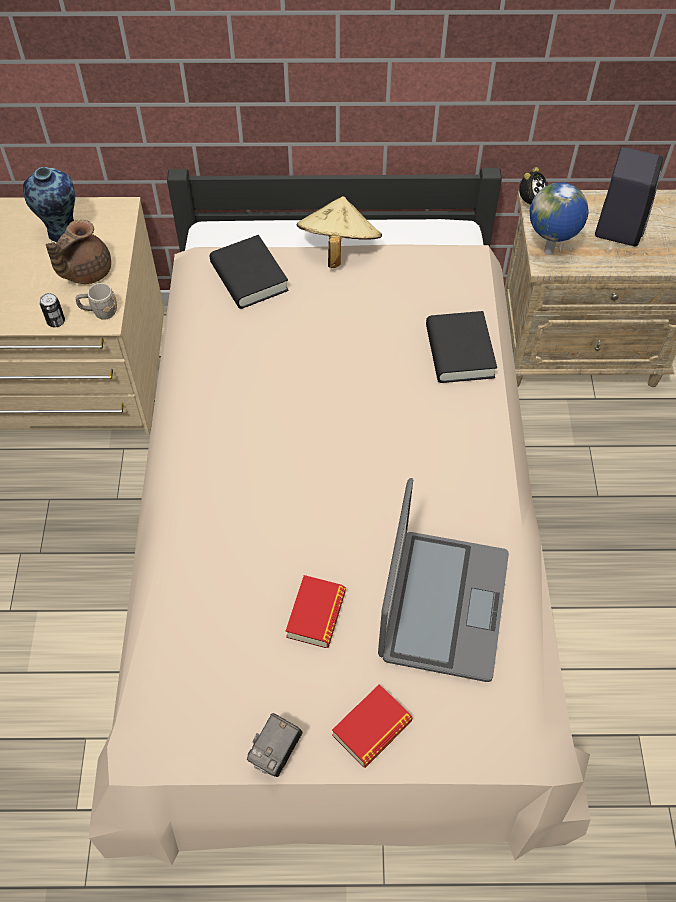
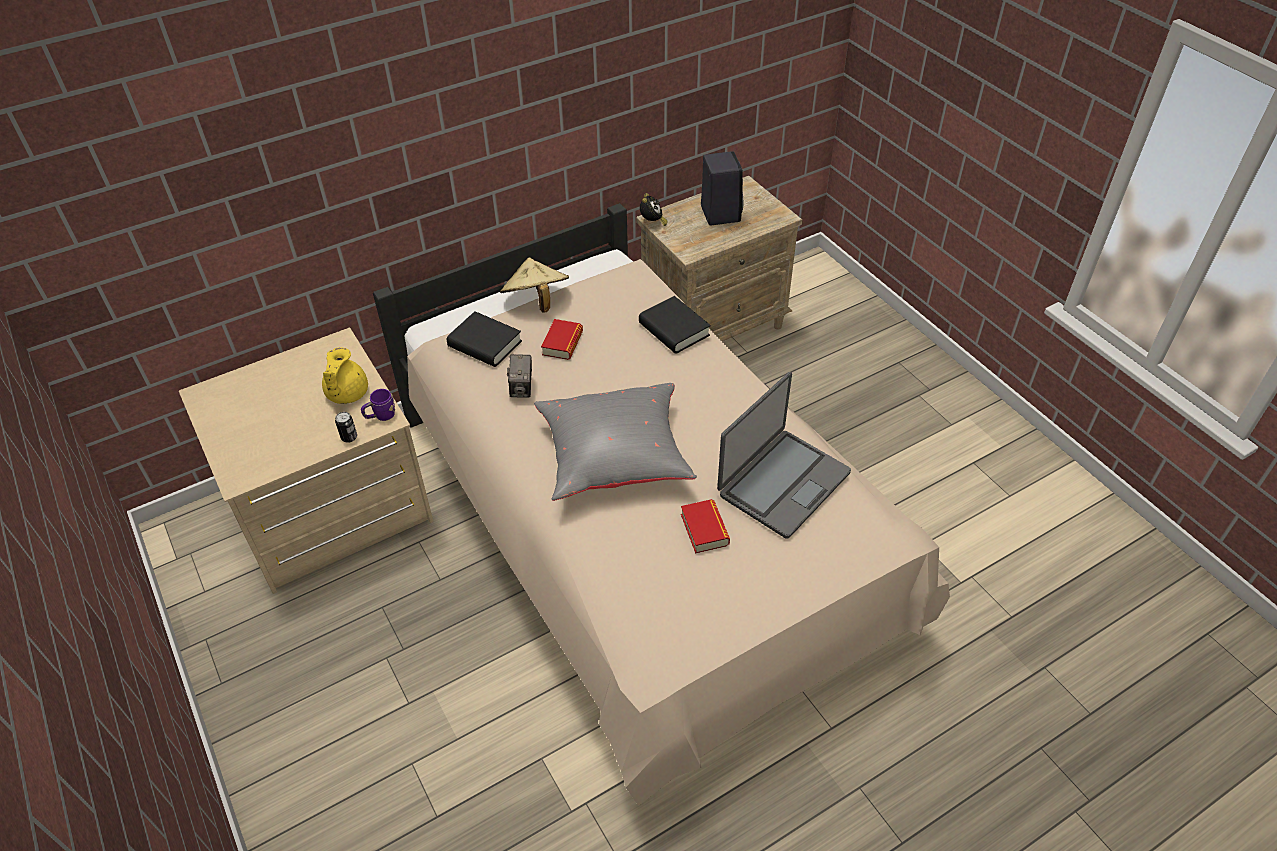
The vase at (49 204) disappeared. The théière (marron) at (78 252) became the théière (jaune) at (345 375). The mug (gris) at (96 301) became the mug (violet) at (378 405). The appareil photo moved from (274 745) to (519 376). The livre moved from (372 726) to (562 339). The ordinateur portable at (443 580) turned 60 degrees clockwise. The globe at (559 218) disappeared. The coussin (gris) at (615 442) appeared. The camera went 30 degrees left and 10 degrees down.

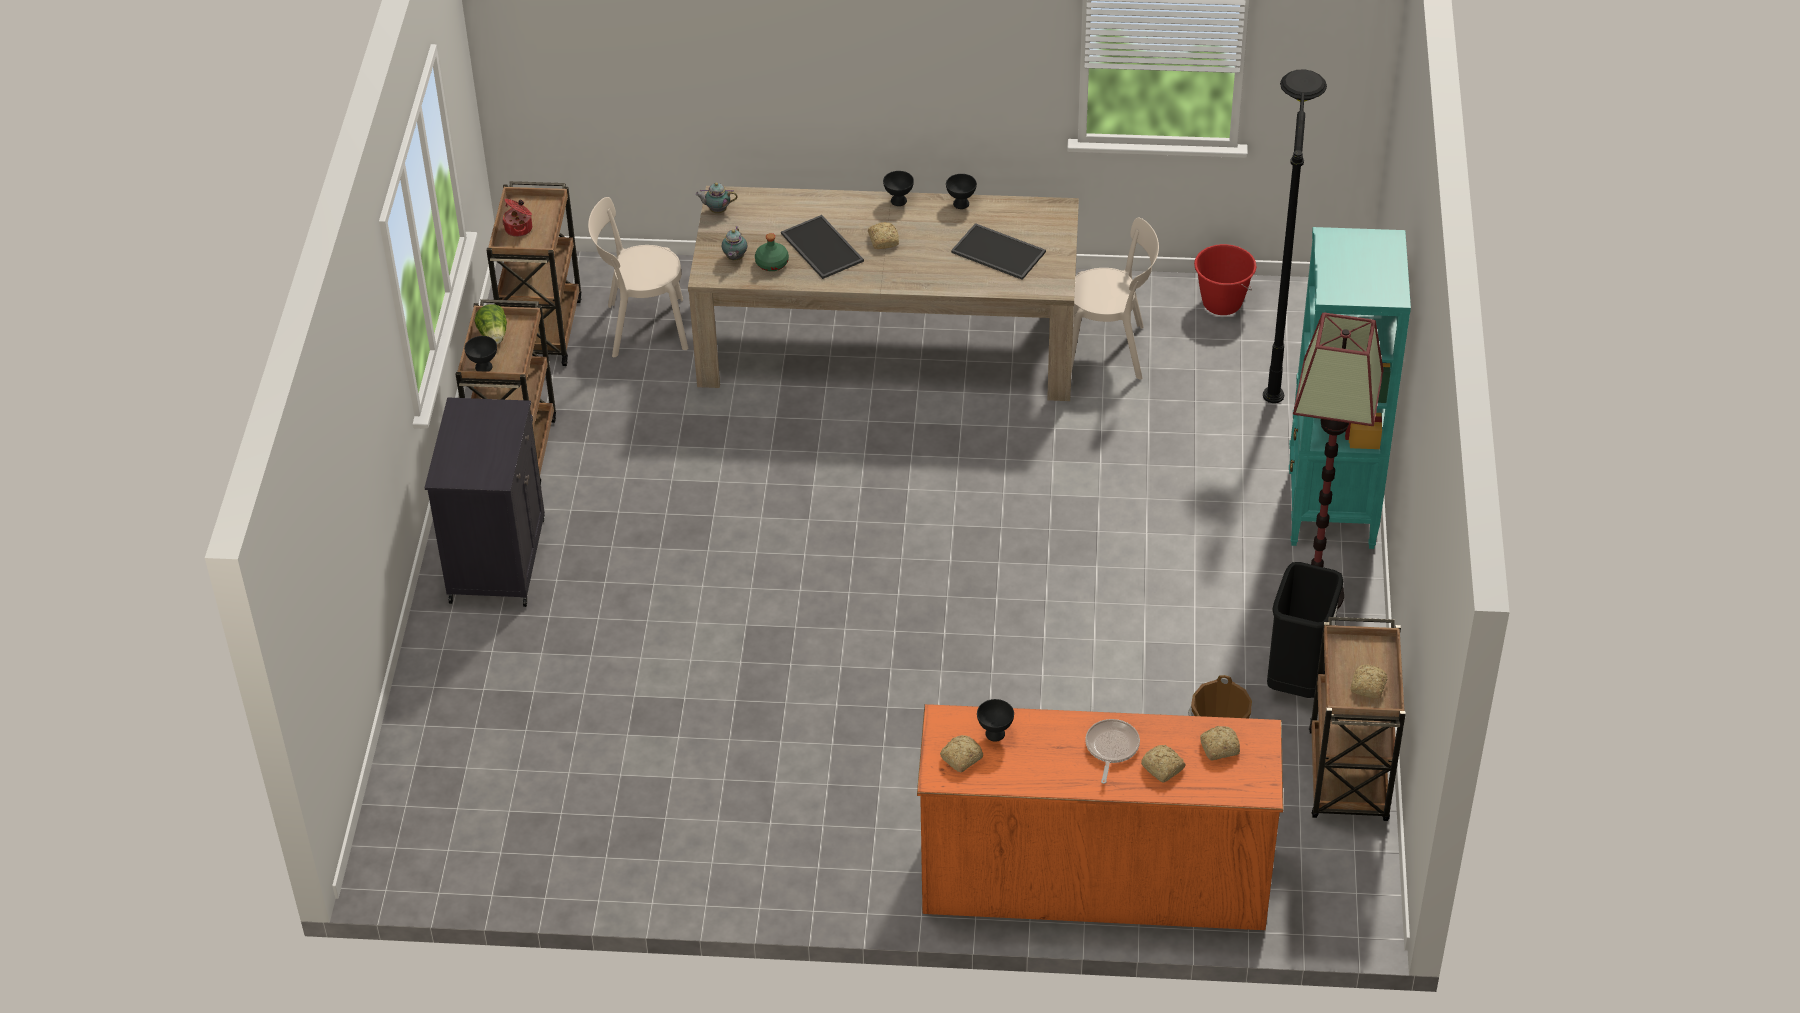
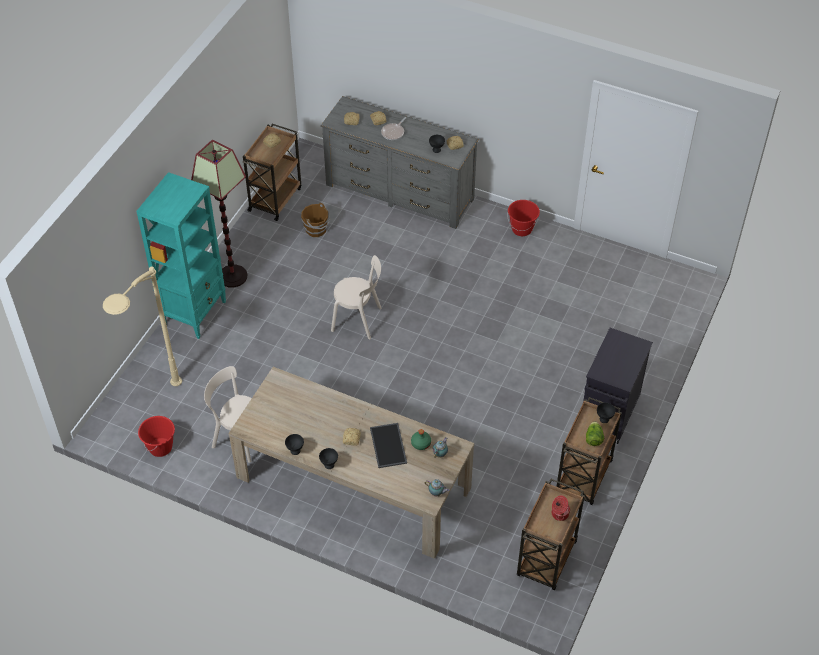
The chaise (beige) moved from (638 277) to (356 297). The commode (orange) at (1100 817) became the commode (gris) at (400 162). The plateau at (998 251) disappeared. The lampadaire (noir) at (1295 236) became the lampadaire (beige) at (142 326). The poubelle (noir) at (1305 630) disappeared. The seau (rouge) at (524 218) appeared. The camera went 160 degrees left and 5 degrees up.

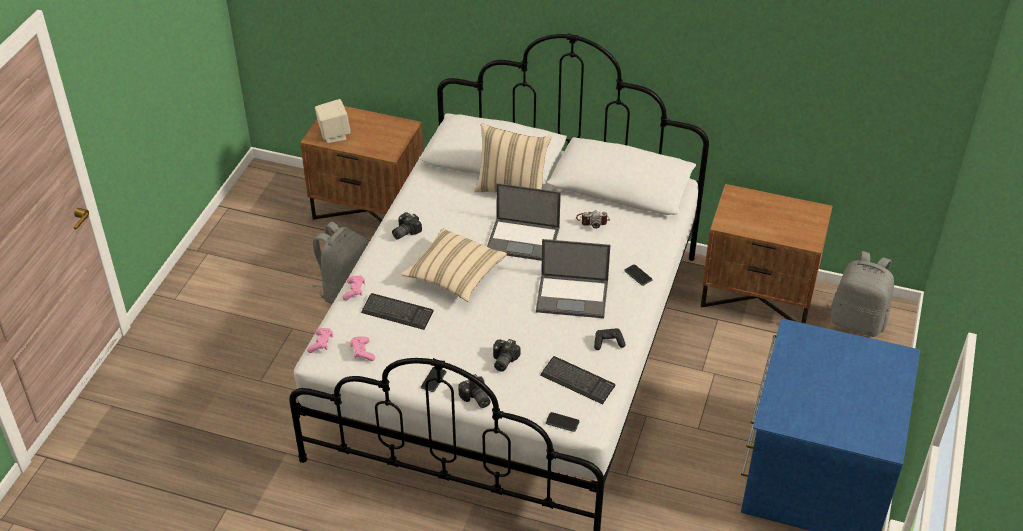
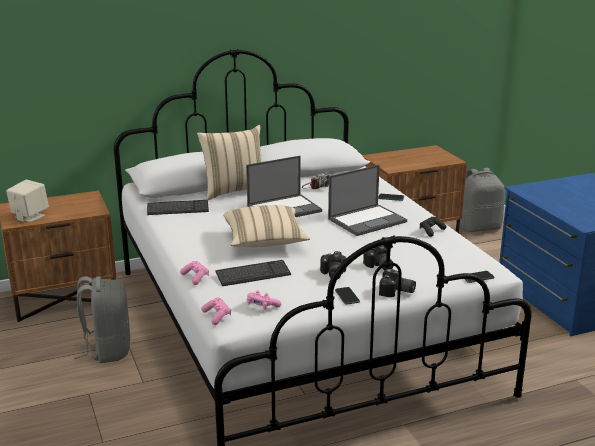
The appareil photo moved from (407 225) to (333 265). The clavier moved from (577 380) to (178 207). The camera went 40 degrees left and 20 degrees down.

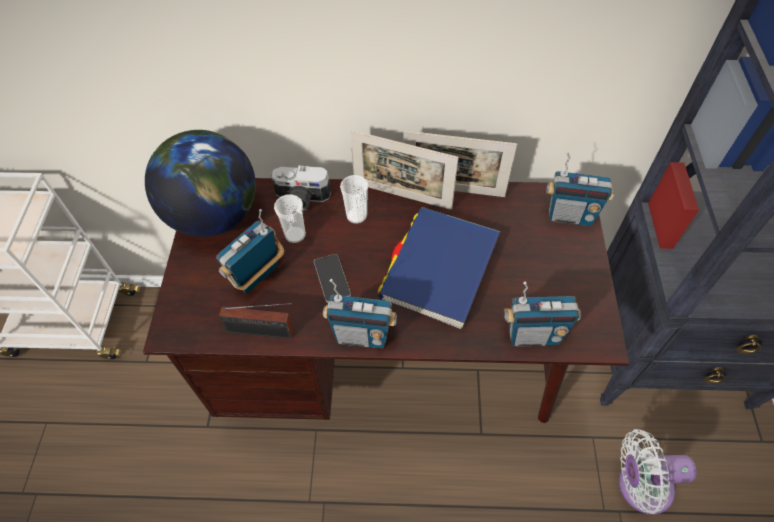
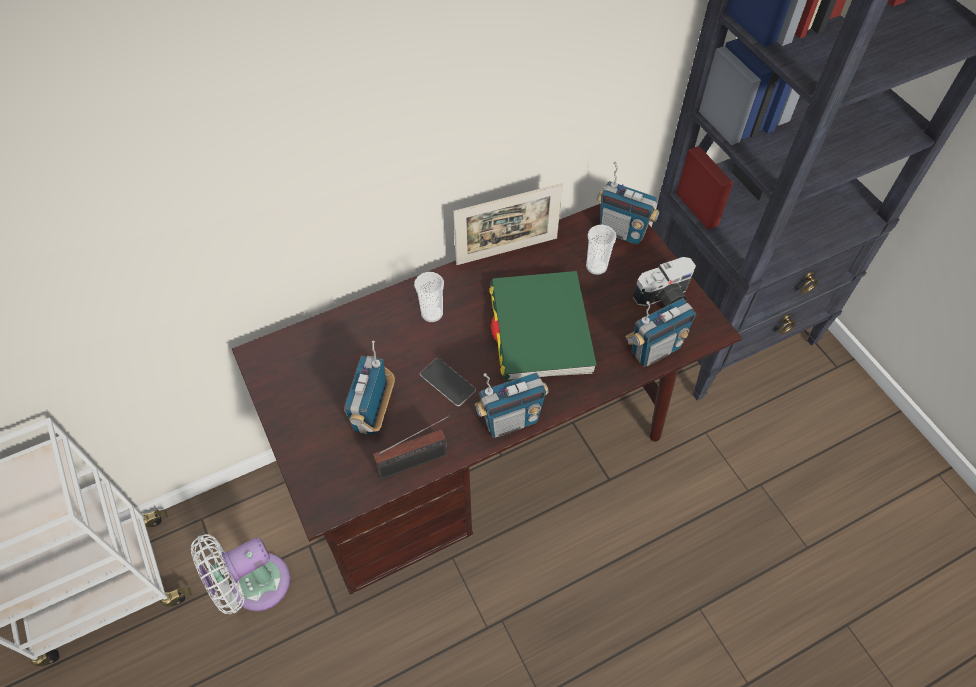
The globe at (200 183) disappeared. The appareil photo moved from (301 188) to (664 282). The tasse moved from (290 218) to (601 250). The cadre photo at (404 170) disappeared. The livre (bleu) at (439 268) became the livre (vert) at (543 326). The radio at (580 189) turned 45 degrees clockwise. The ventilateur (blanc) moved from (658 472) to (240 574). The camera went 30 degrees left and 0 degrees up.

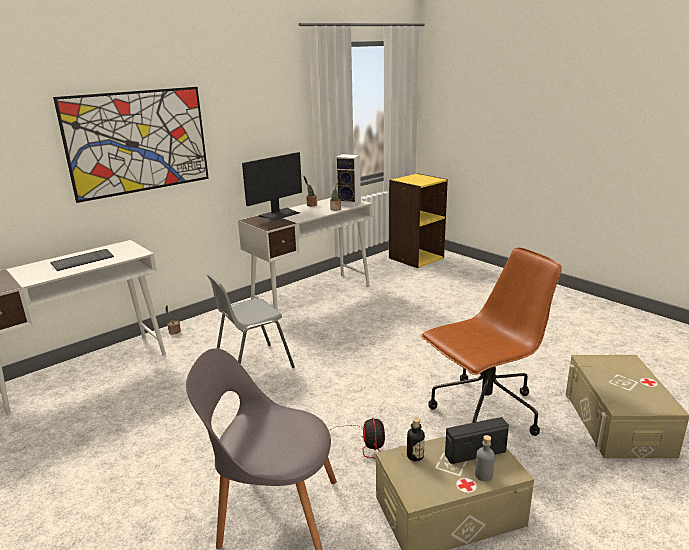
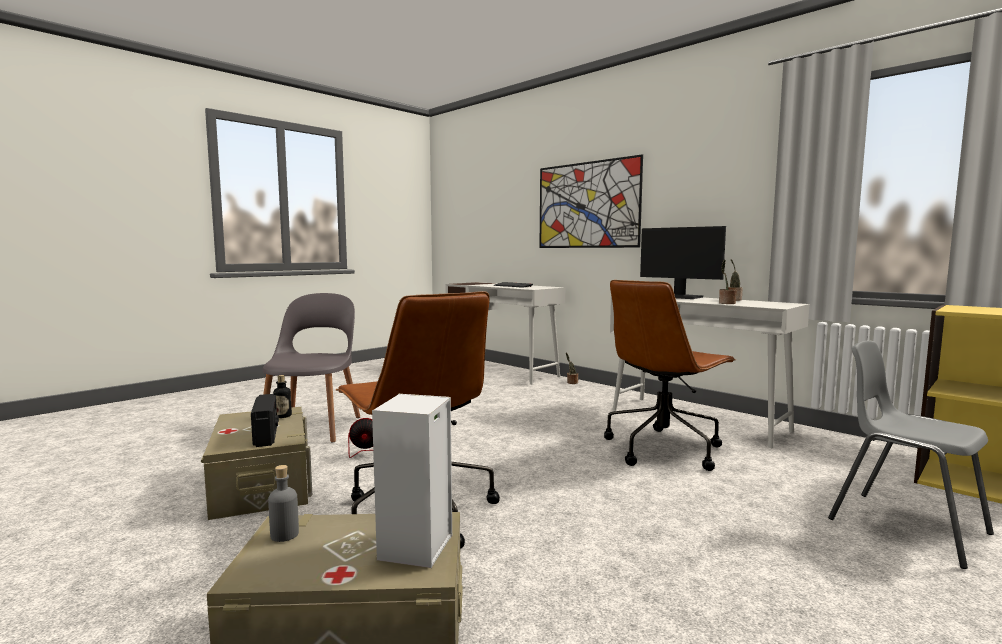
The chaise (gris) moved from (251 321) to (911 454). The enceinte moved from (348 180) to (412 481). The bouteille (gris) moved from (485 458) to (283 503). The chaise de bureau (marron) at (670 375) appeared. The camera went 85 degrees right and 15 degrees down.

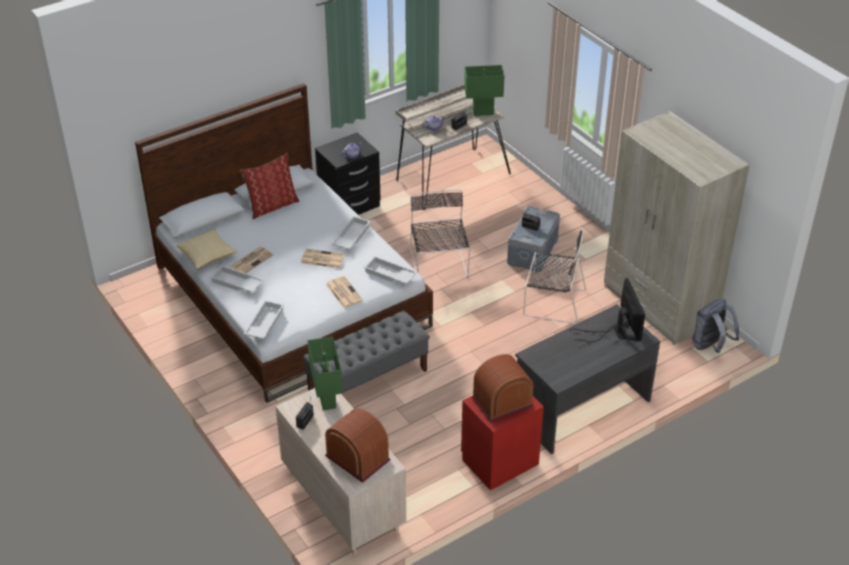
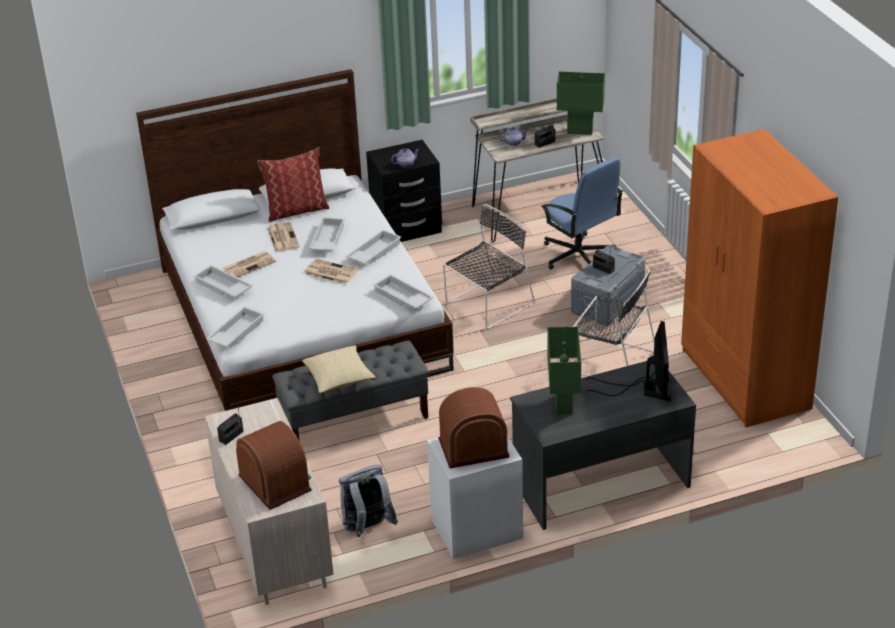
The coussin moved from (207 249) to (339 369). The lampe de table (vert) moved from (325 373) to (564 370). The journal moved from (344 292) to (283 236). The chaise (noir) at (440 233) turned 45 degrees clockwise. The table de chevet (rouge) at (502 442) became the table de chevet (blanc) at (475 497). The armoire (beige) at (676 228) became the armoire (orange) at (759 278). The sac à dos (gris) moved from (715 326) to (368 500). The plateau (blanc) at (327 234) appeared. The chaise de bureau (bleu) at (582 213) appeared. The camera went 15 degrees right and 5 degrees down.

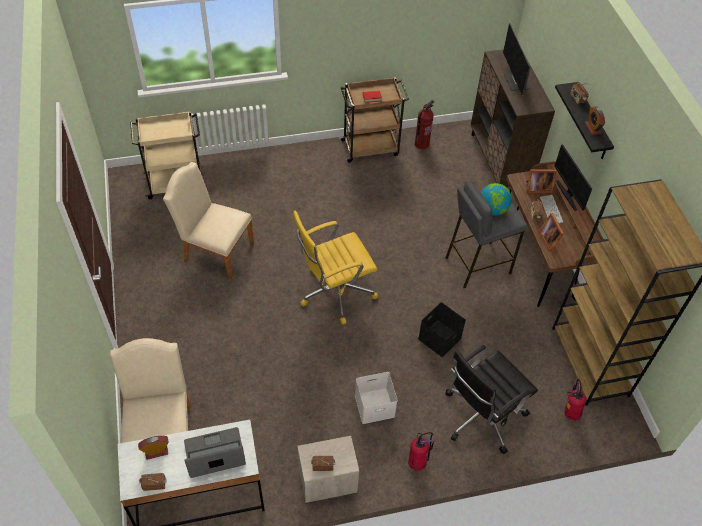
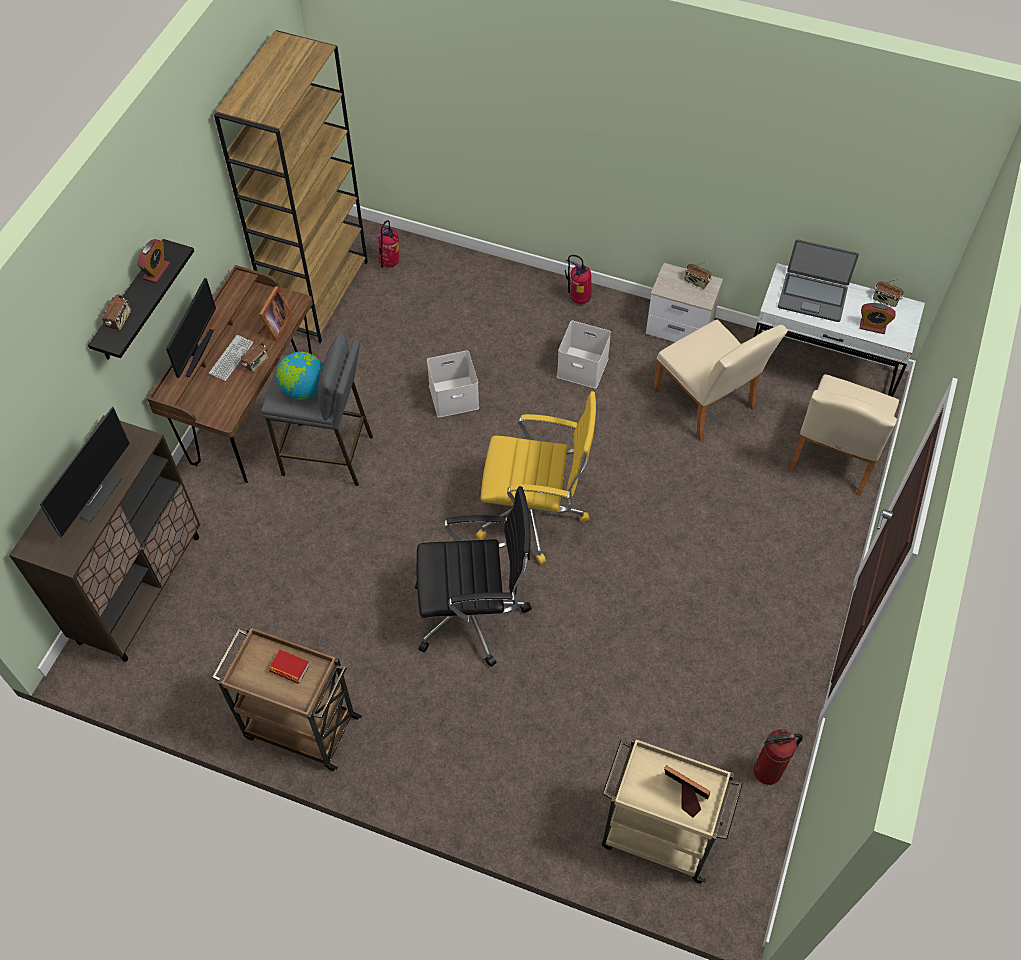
The chaise (beige) moved from (208 220) to (720 380). The extincteur moved from (424 124) to (778 757). The boîte de rangement (noir) at (442 329) became the boîte de rangement (blanc) at (453 383). The chaise de bureau (noir) moved from (491 399) to (473 576). The cadre photo moved from (541 181) to (687 791). The camera went 145 degrees left and 5 degrees up.

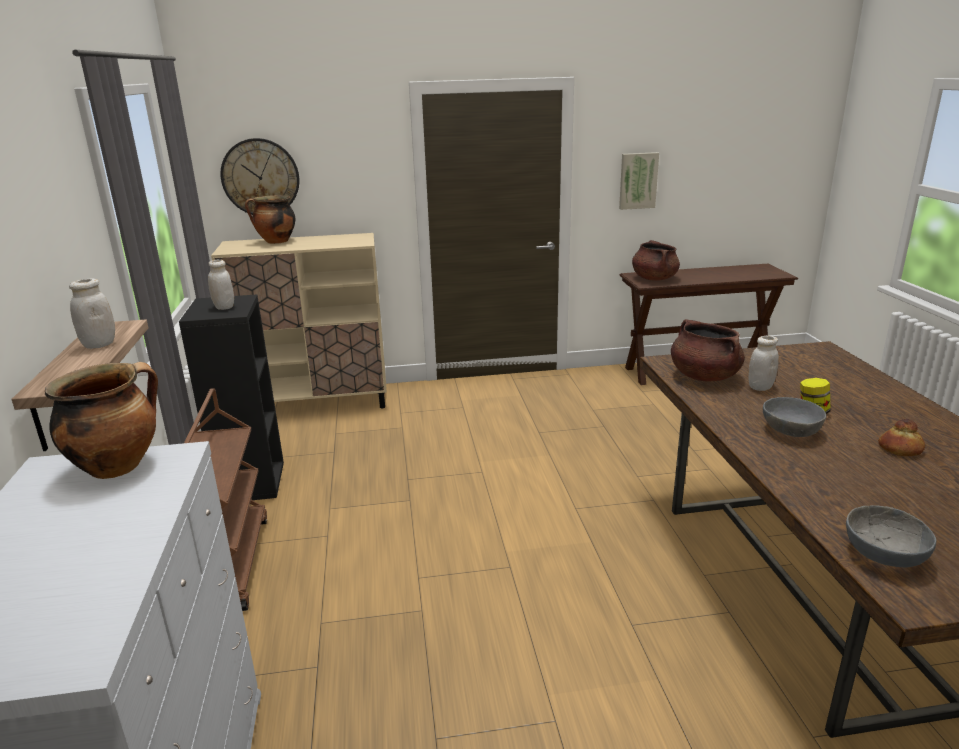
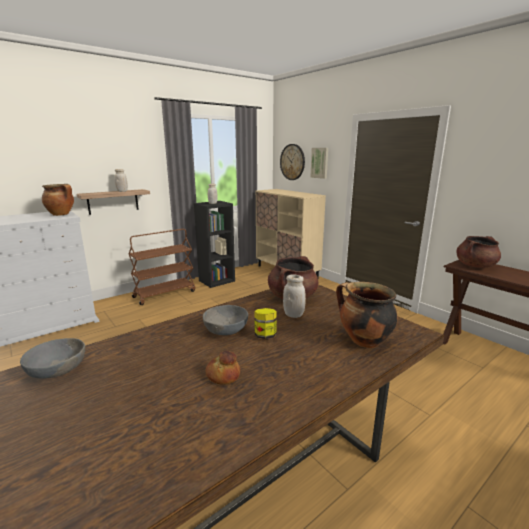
The marmite moved from (270 219) to (367 315). The tableau moved from (639 181) to (319 163). The camera went 60 degrees right and 5 degrees down.

